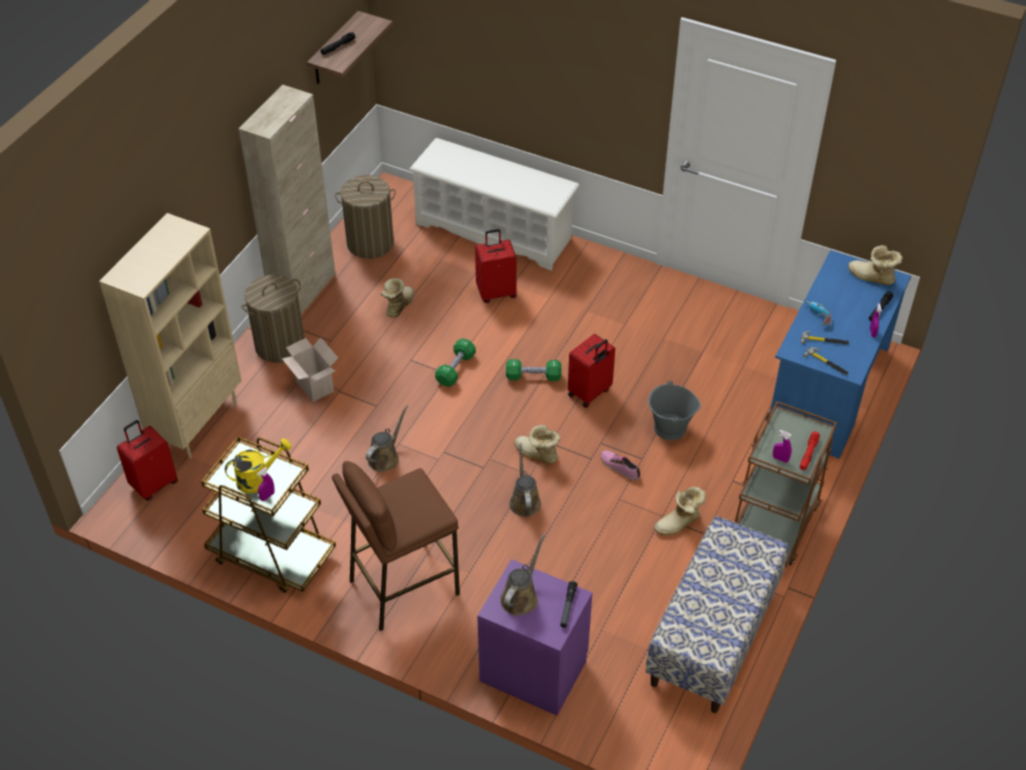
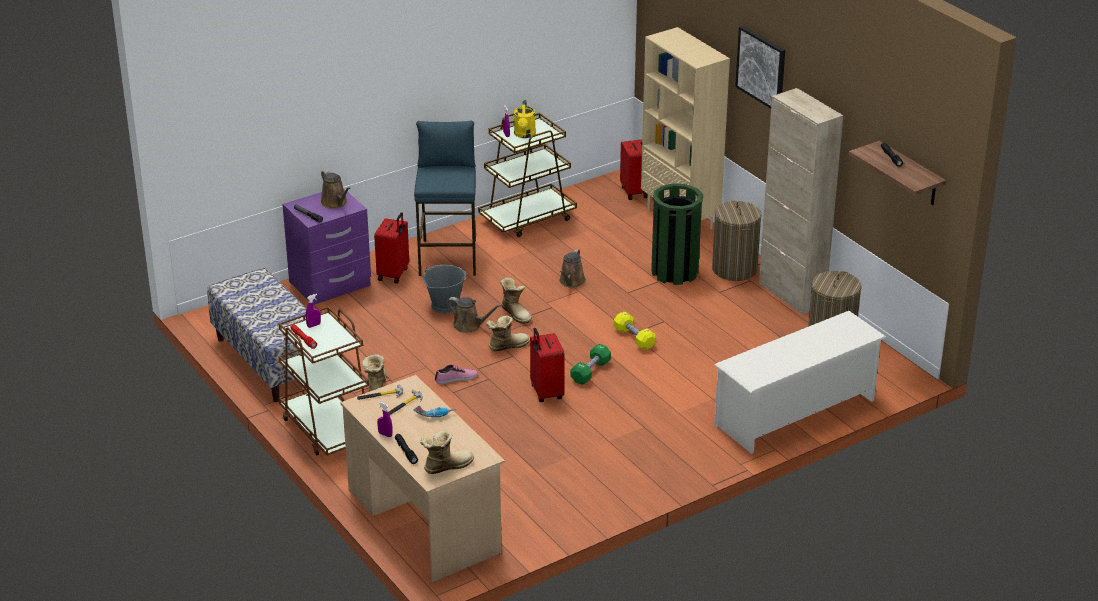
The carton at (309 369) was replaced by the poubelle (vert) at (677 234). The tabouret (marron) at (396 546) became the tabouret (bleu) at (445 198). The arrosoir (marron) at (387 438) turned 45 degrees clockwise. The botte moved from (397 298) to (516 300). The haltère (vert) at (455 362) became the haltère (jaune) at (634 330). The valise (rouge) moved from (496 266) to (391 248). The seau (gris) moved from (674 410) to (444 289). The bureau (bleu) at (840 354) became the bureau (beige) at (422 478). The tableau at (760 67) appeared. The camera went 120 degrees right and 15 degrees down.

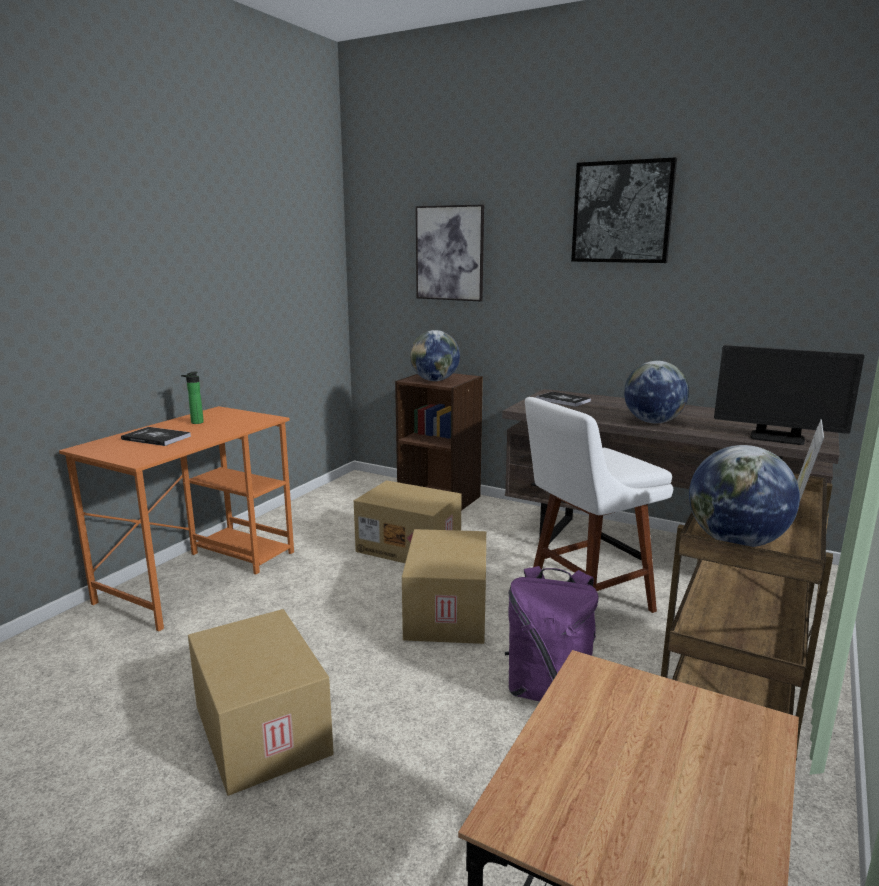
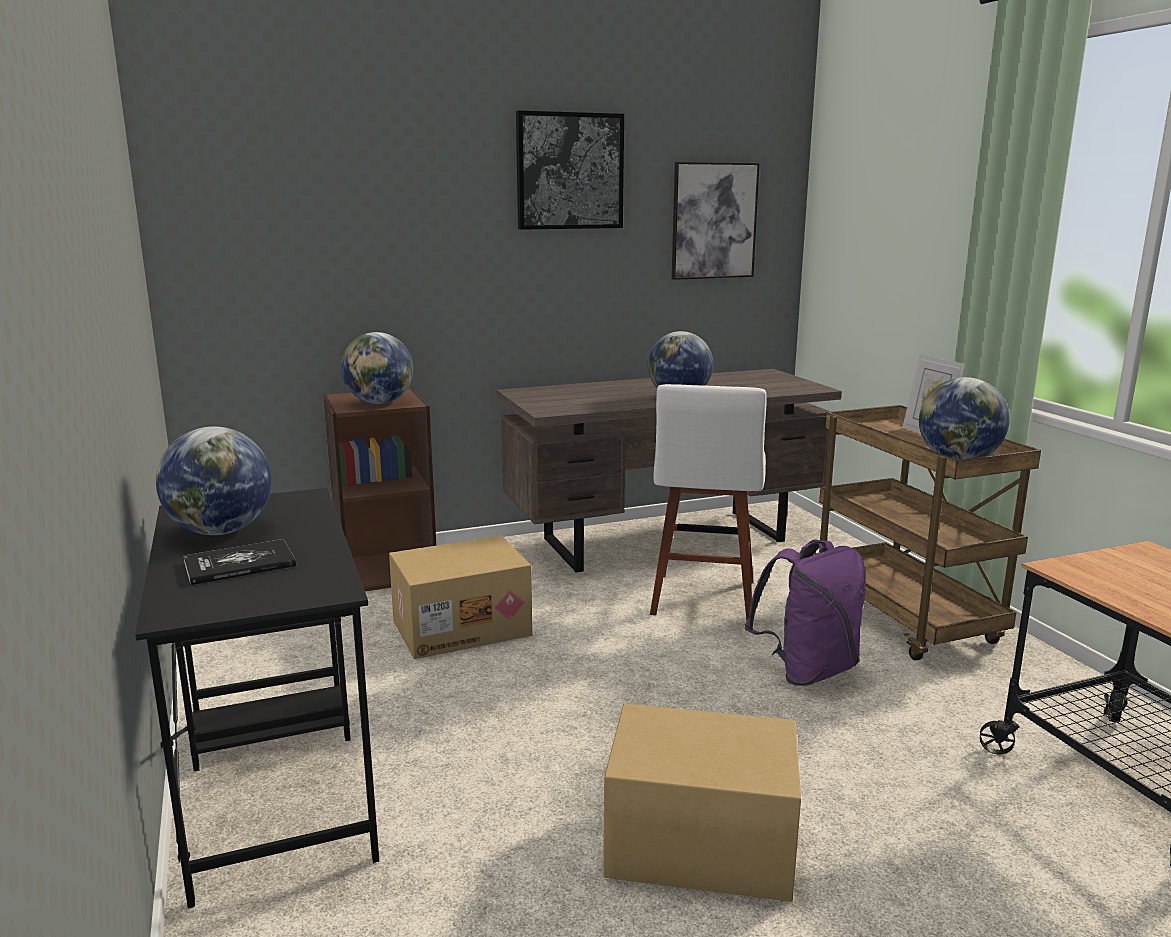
The bureau (orange) at (176 519) became the bureau (noir) at (257 698). The bouteille at (192 397) was replaced by the globe at (214 480). The carton at (444 586) disappeared. The tableau moved from (450 253) to (716 221). The livre at (563 399) disappeared. The écran d'ordinateur at (789 395) disappeared. The camera went 50 degrees left and 0 degrees up.

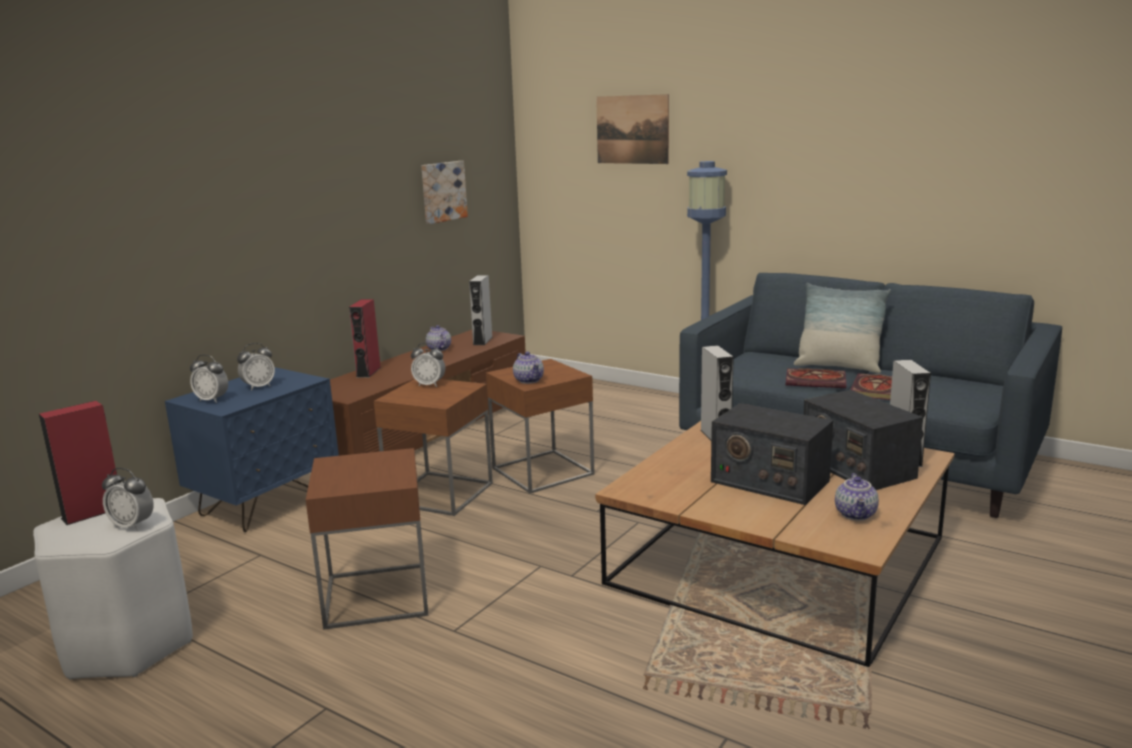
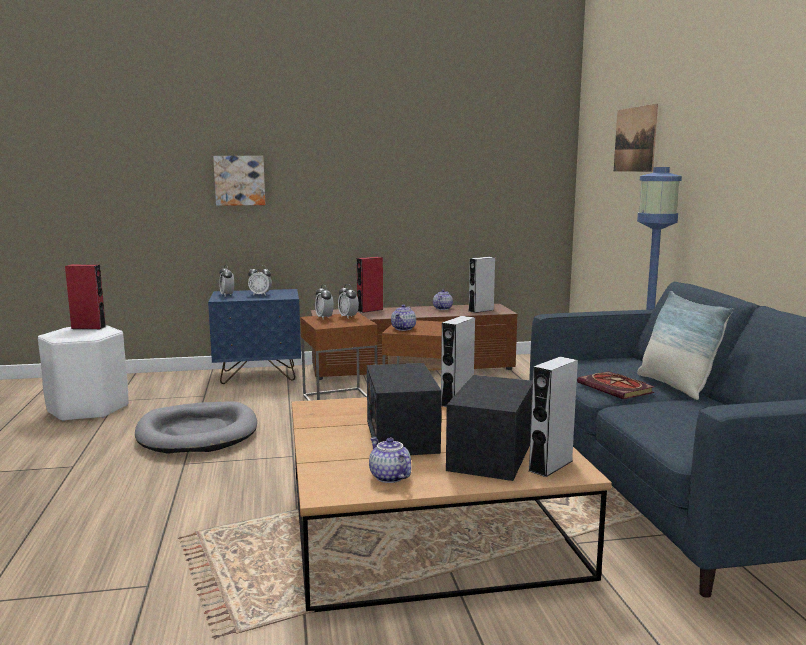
The réveil moved from (128 499) to (324 302). The table d'appoint (marron) at (367 539) was replaced by the panier pour chien (gris) at (196 428). The tableau moved from (444 192) to (239 181). The théière at (857 497) turned 90 degrees clockwise. The livre at (871 386) disappeared. The camera went 45 degrees right and 5 degrees down.

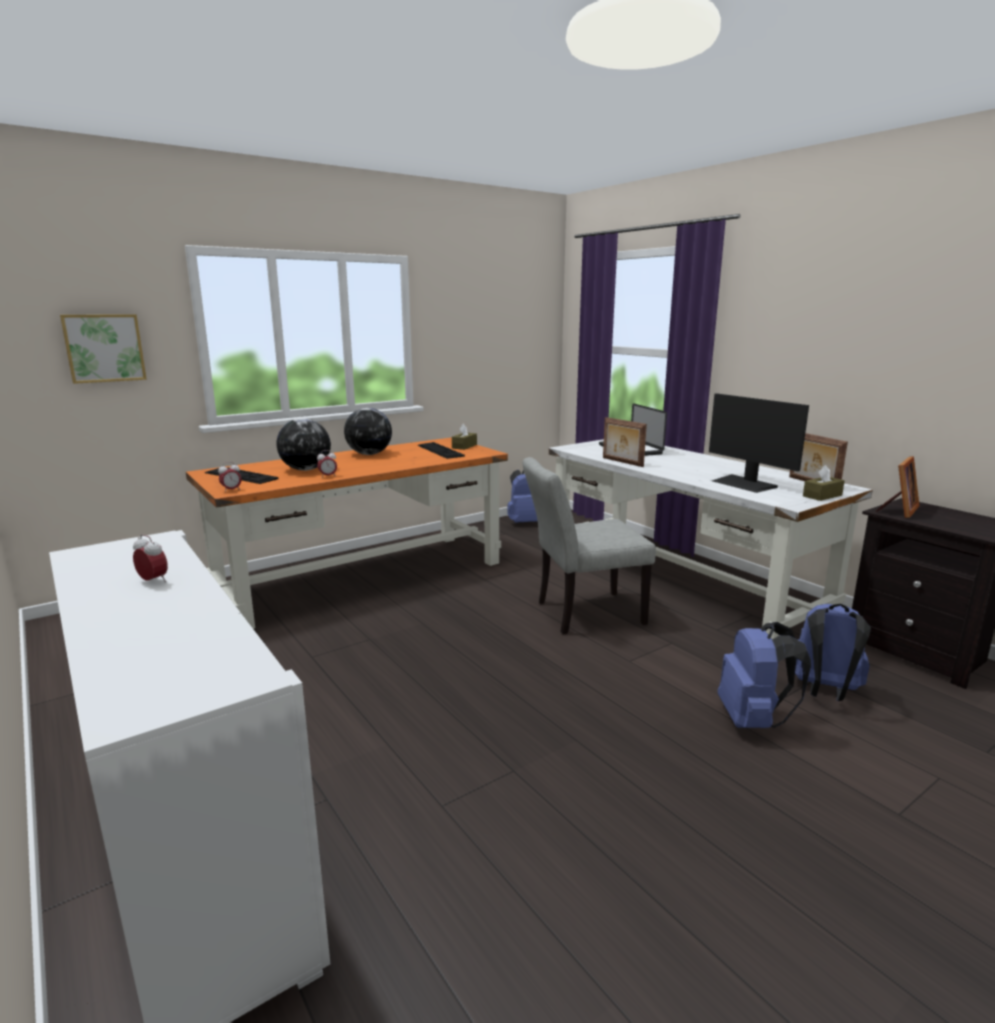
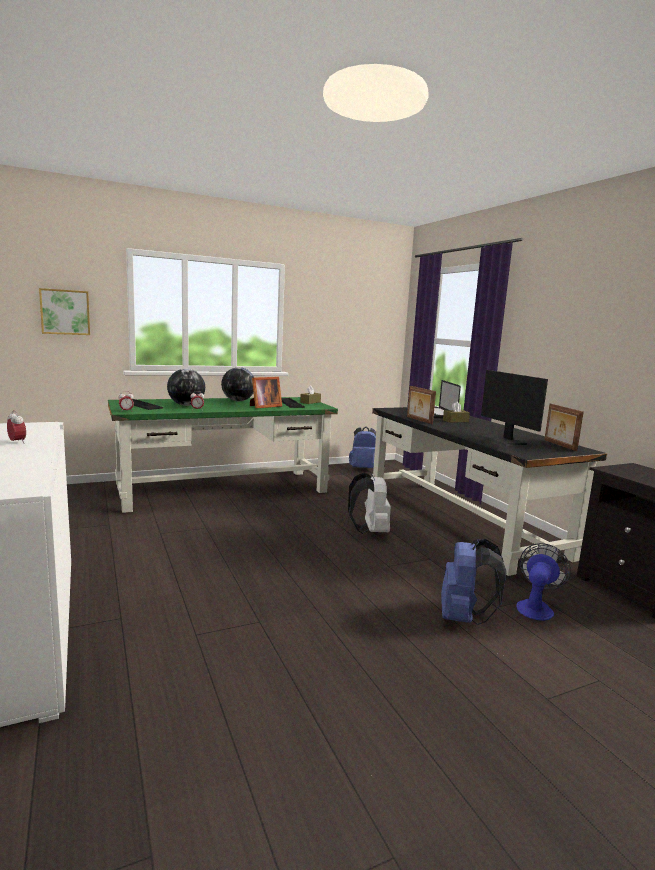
The bureau (orange) at (347 533) became the bureau (vert) at (223 455). The chaise (gris) at (589 545) was replaced by the sac à dos (blanc) at (369 503). The bureau (blanc) at (711 539) became the bureau (noir) at (489 491). The sac à dos (bleu) at (833 652) was replaced by the ventilateur at (543 582). The boîte à mouchoirs (marron) moved from (824 483) to (456 412). The cadre photo moved from (898 487) to (266 392). The camera went 10 degrees right and 5 degrees down.

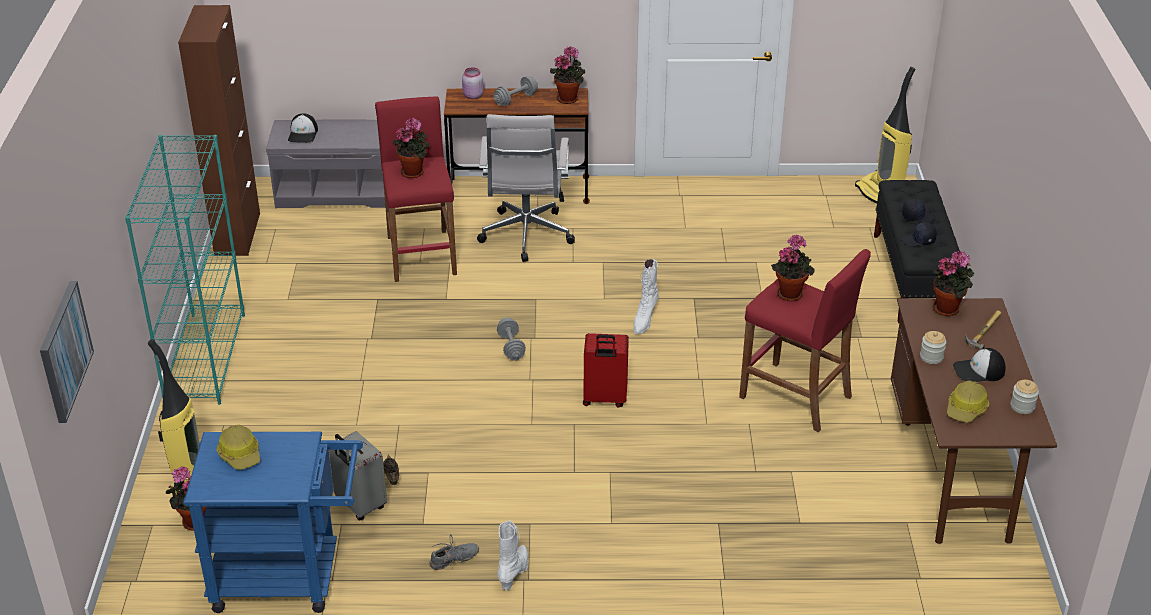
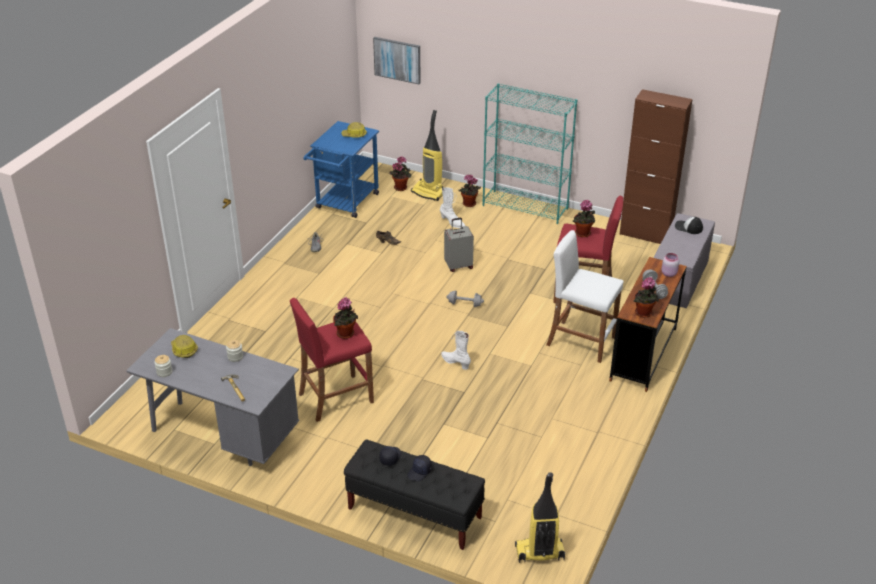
The valise (gris) moved from (358 475) to (459 245). The chaise de bureau (blanc) at (526 188) was replaced by the tabouret (blanc) at (584 296). The botte (blanc) moved from (512 555) to (452 207). The valise (rouge) at (606 370) disappeared. The bureau (marron) at (974 421) became the bureau (gris) at (212 397). The plante en pot moved from (953 283) to (470 190). The casquette at (979 365) disappeared. The camera went 115 degrees right and 0 degrees up.

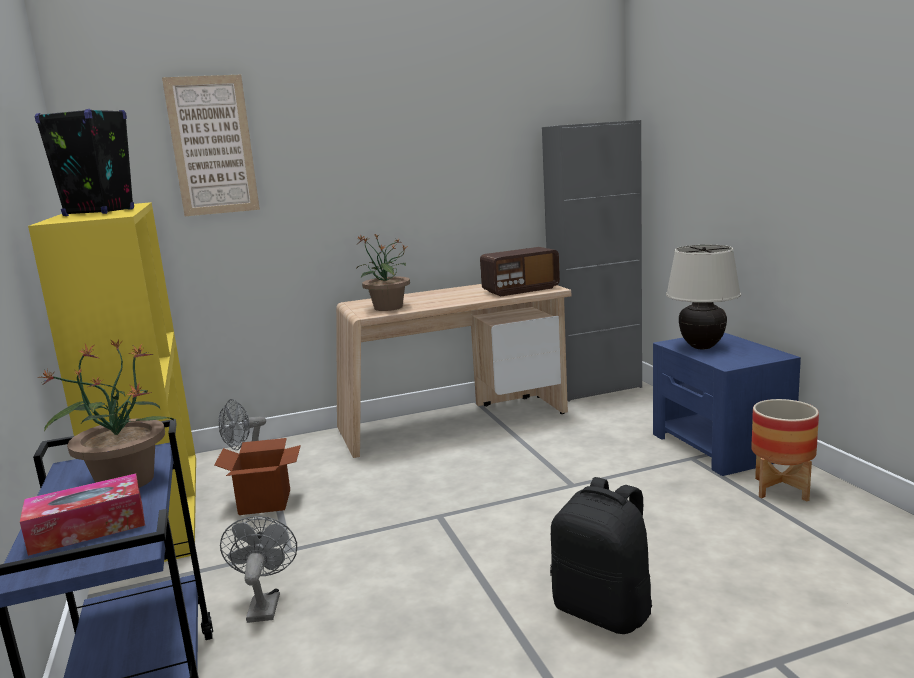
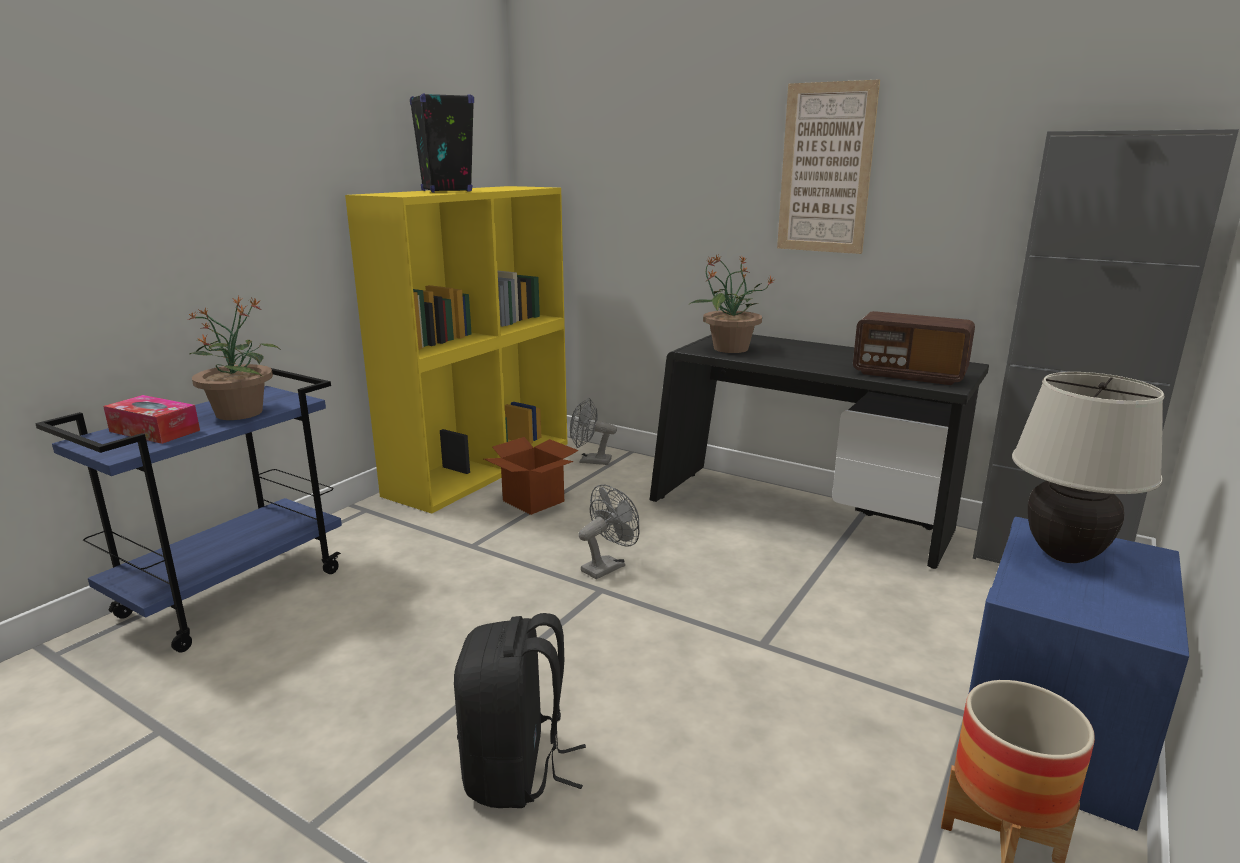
The tableau moved from (211 145) to (828 167). The ventilateur (gris) moved from (258 569) to (609 531). The bureau (beige) at (453 371) became the bureau (noir) at (819 451). The camera went 50 degrees right and 5 degrees up.

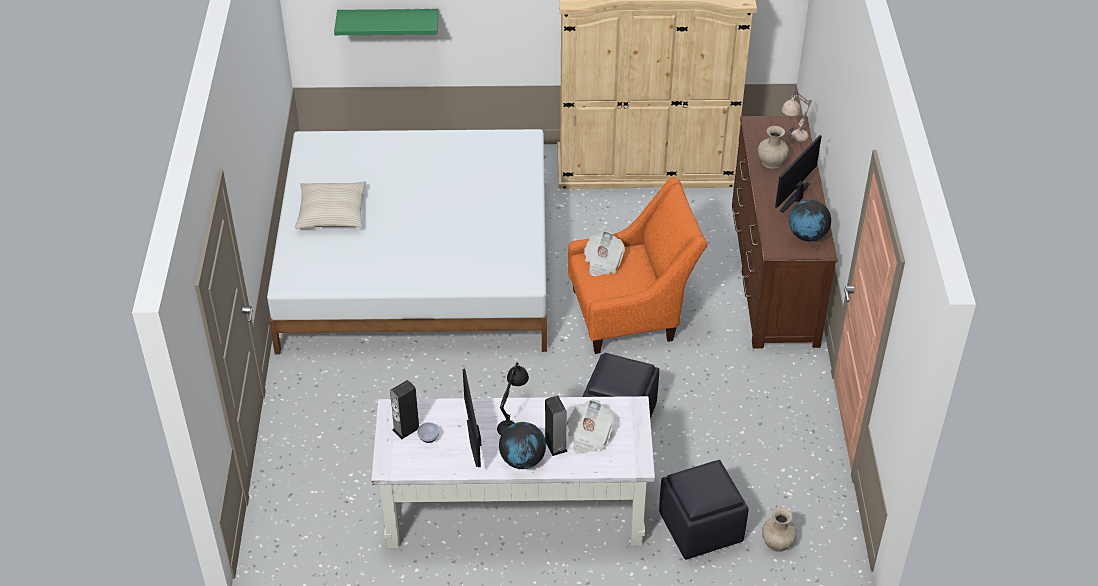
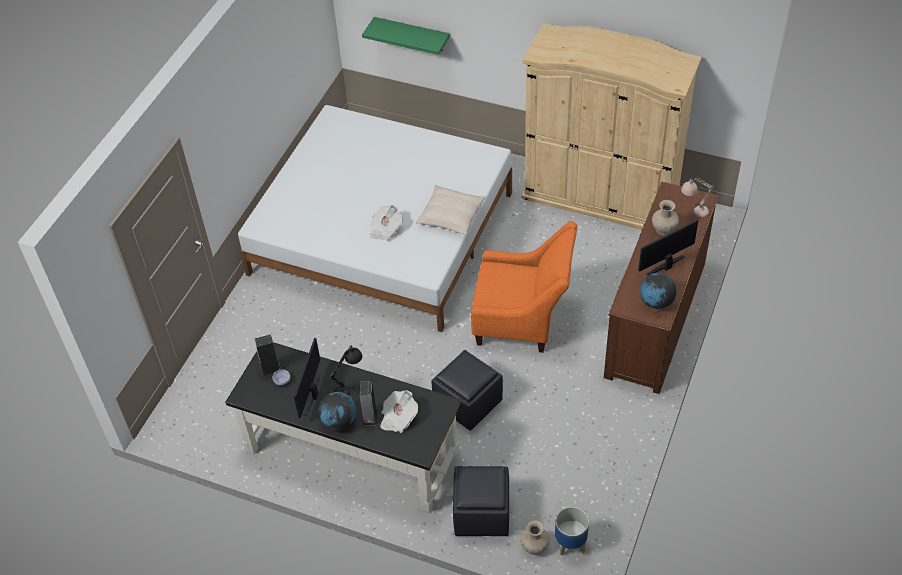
The coussin (beige) moved from (330 205) to (451 210). The bureau (blanc) at (513 472) became the bureau (noir) at (343 427). The journal moved from (604 253) to (386 223). The cache-pot at (572 531) appeared. The camera went 25 degrees right and 5 degrees up.

